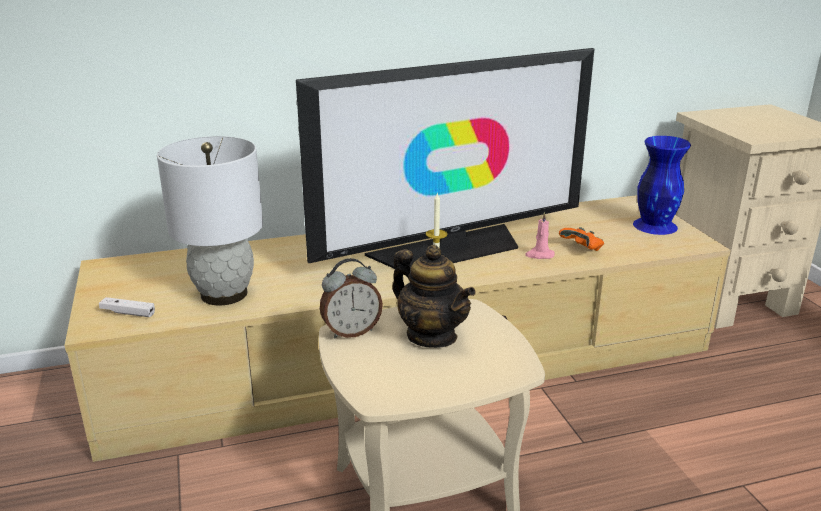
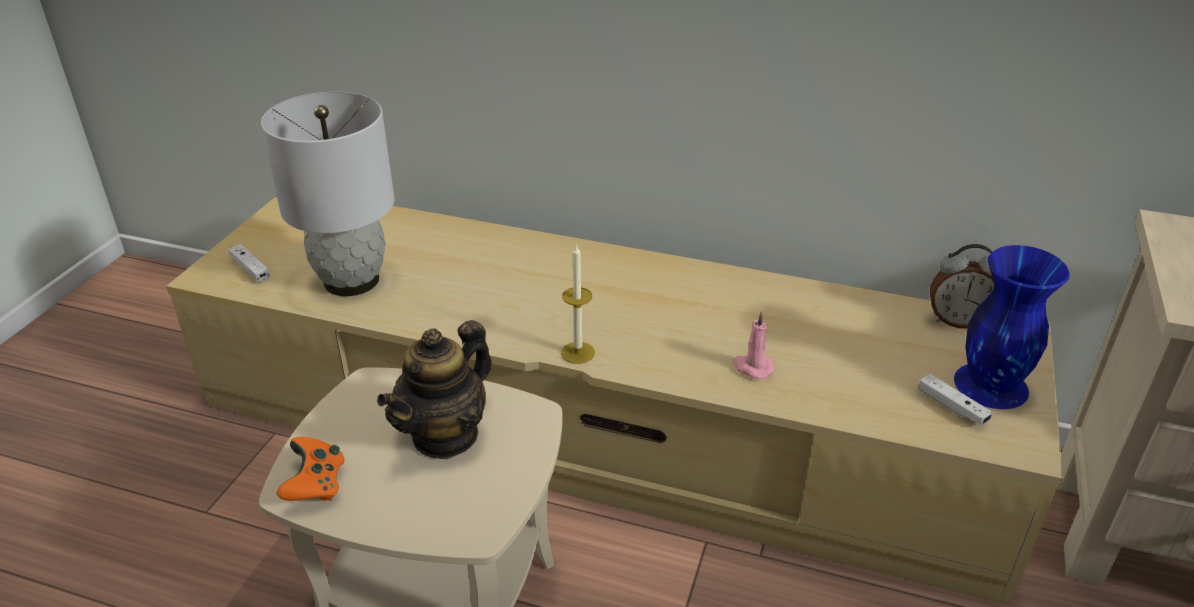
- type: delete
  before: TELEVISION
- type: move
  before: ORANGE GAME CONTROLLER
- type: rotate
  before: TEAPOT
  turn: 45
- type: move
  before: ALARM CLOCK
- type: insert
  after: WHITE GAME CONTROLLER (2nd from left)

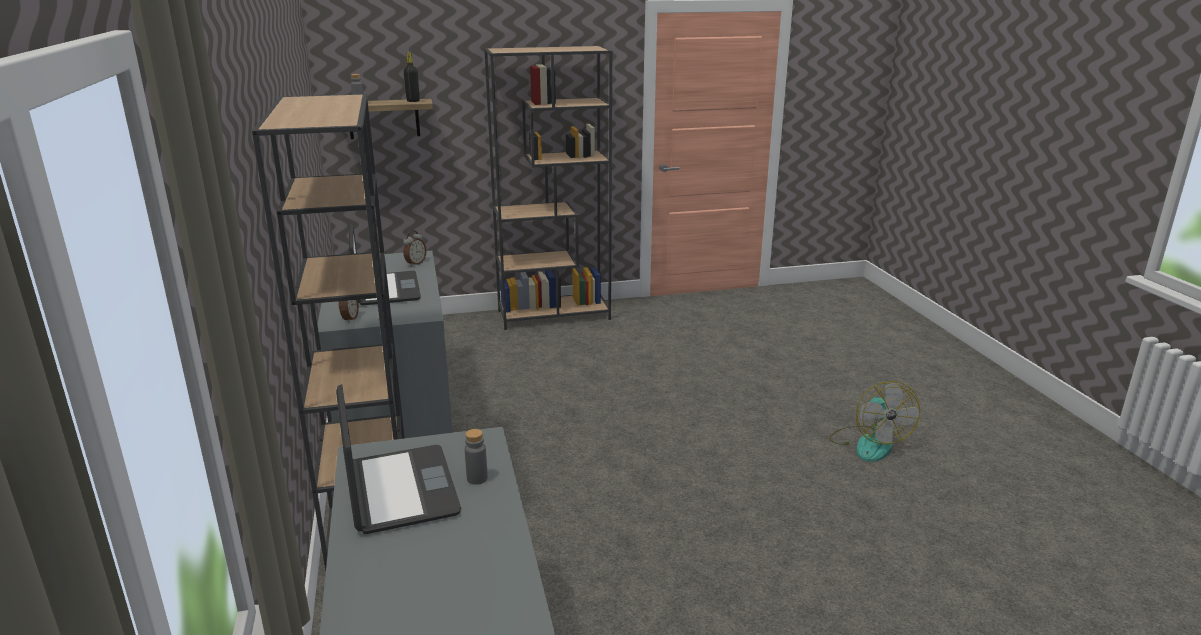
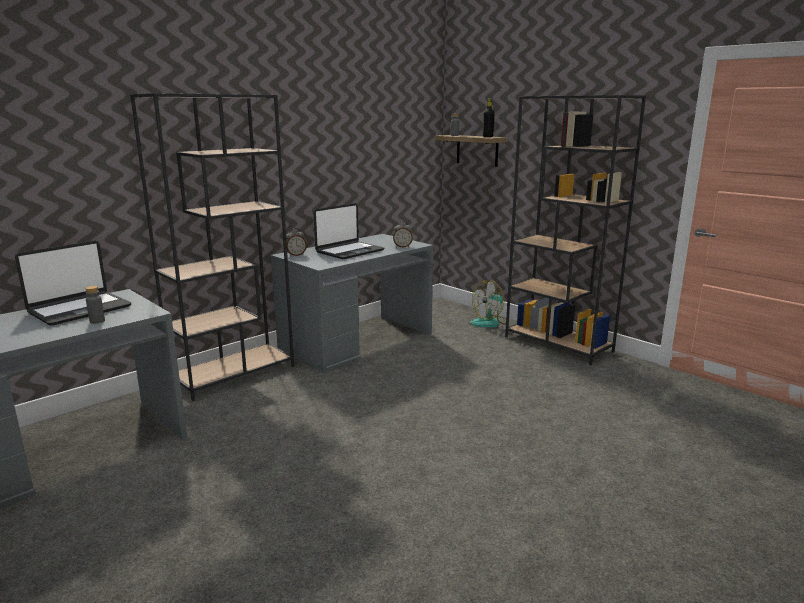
- type: move
  before: FAN

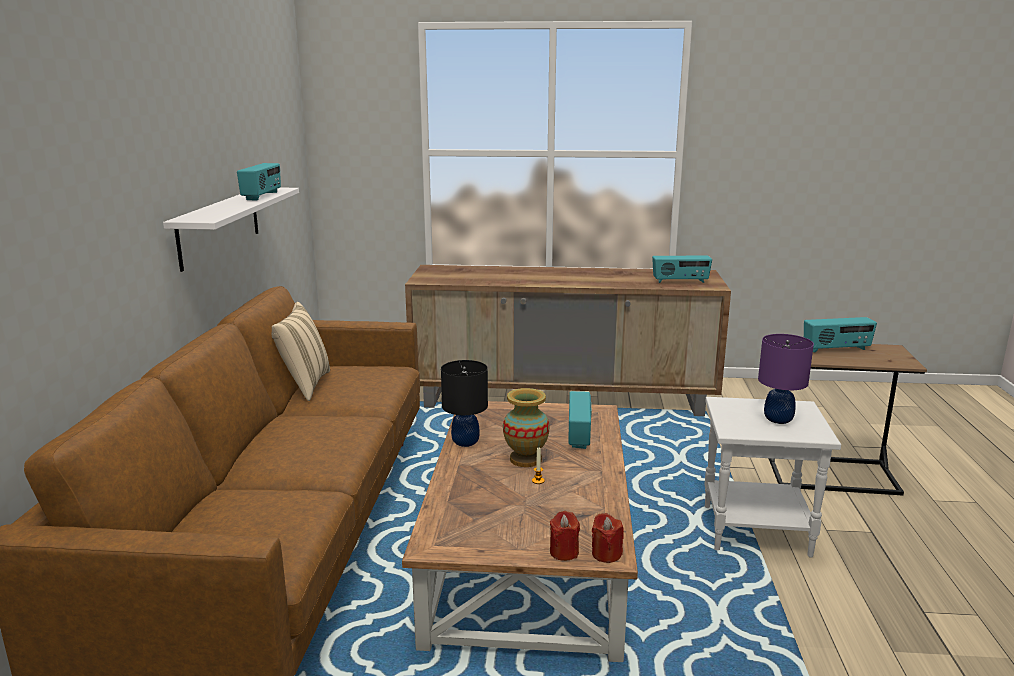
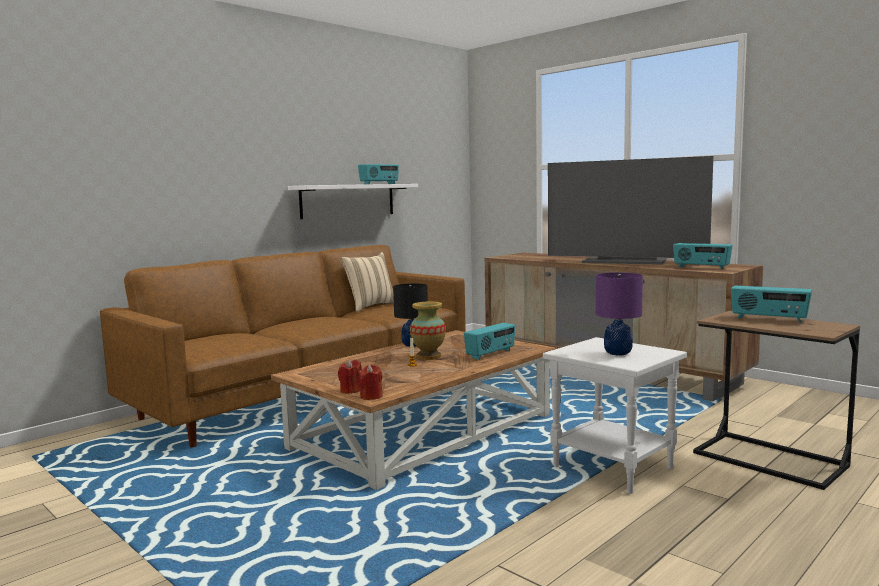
- type: insert
  after: TELEVISION

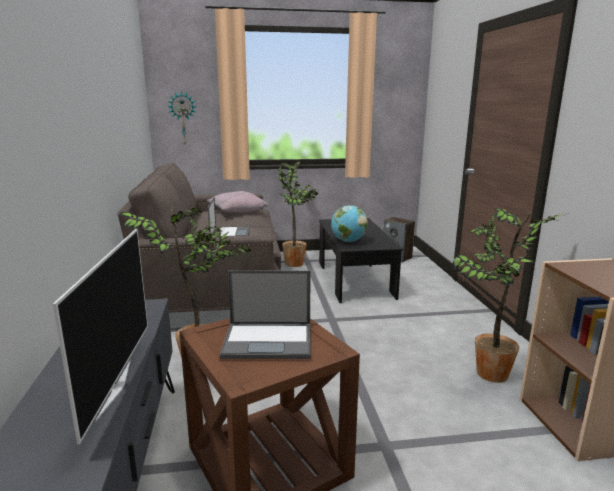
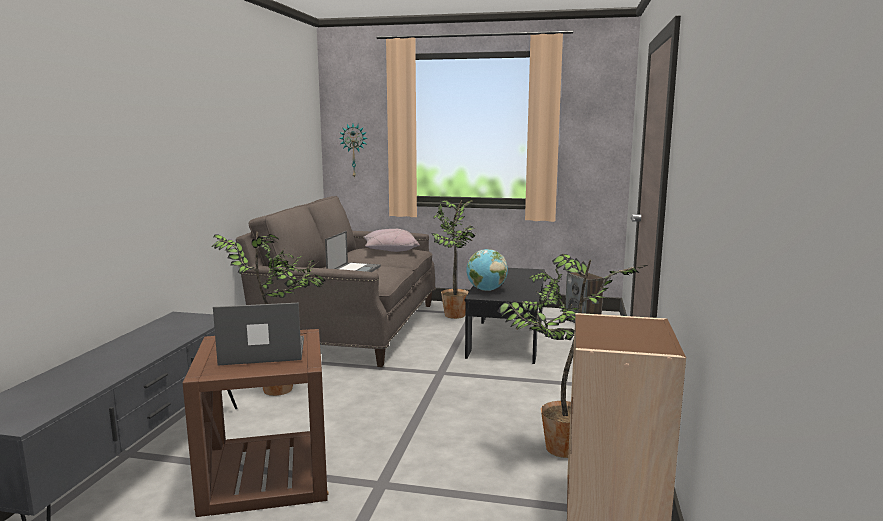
- type: delete
  before: TELEVISION
- type: rotate
  before: LAPTOP (2nd from left in the first image)
  turn: 150

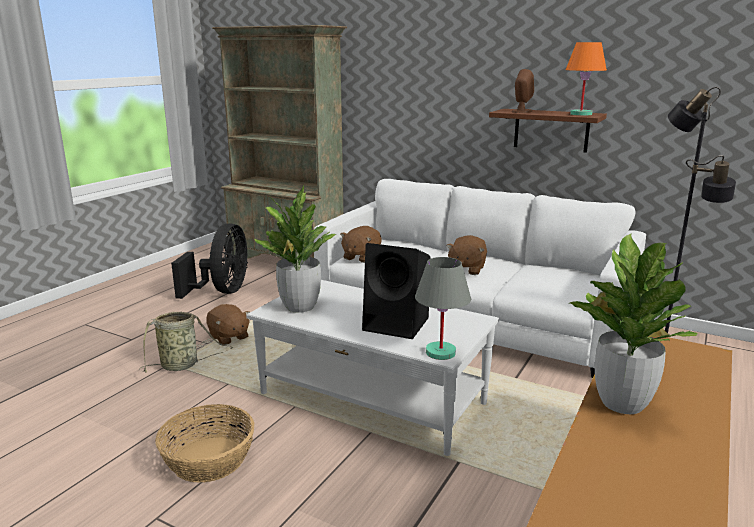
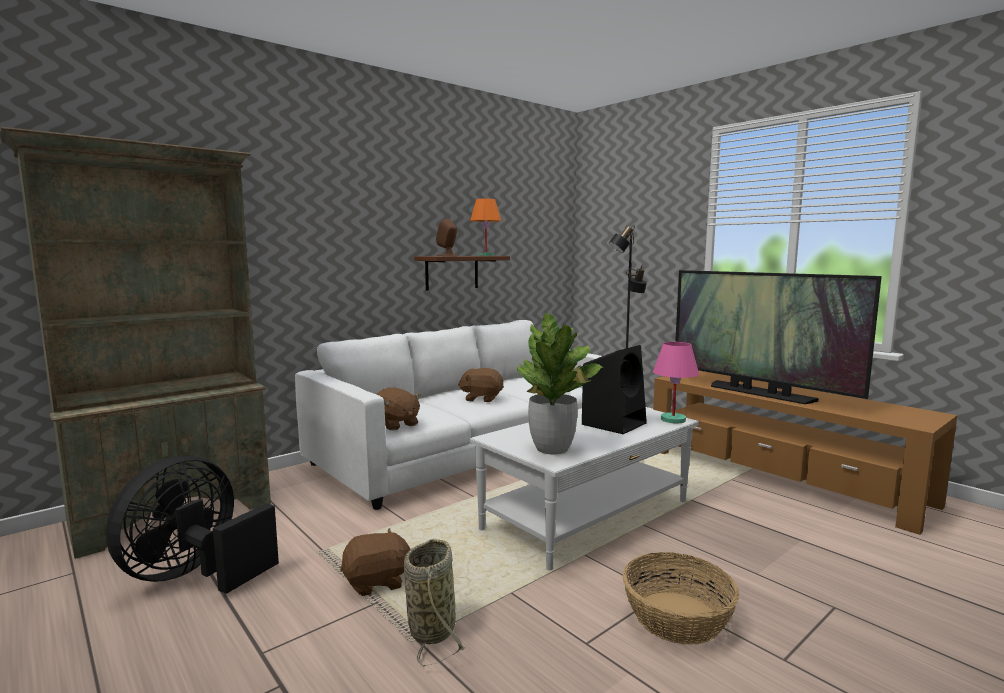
- type: rotate
  before: BLACK FAN
  turn: -90
- type: replace
  before: POTTED PLANT (2nd from left)
  after: TELEVISION
- type: rotate
  before: BROWN PLUSH TOY (3rd from left)
  turn: 150
- type: recolor
  before: GREY TABLE LAMP
  after: PINK TABLE LAMP

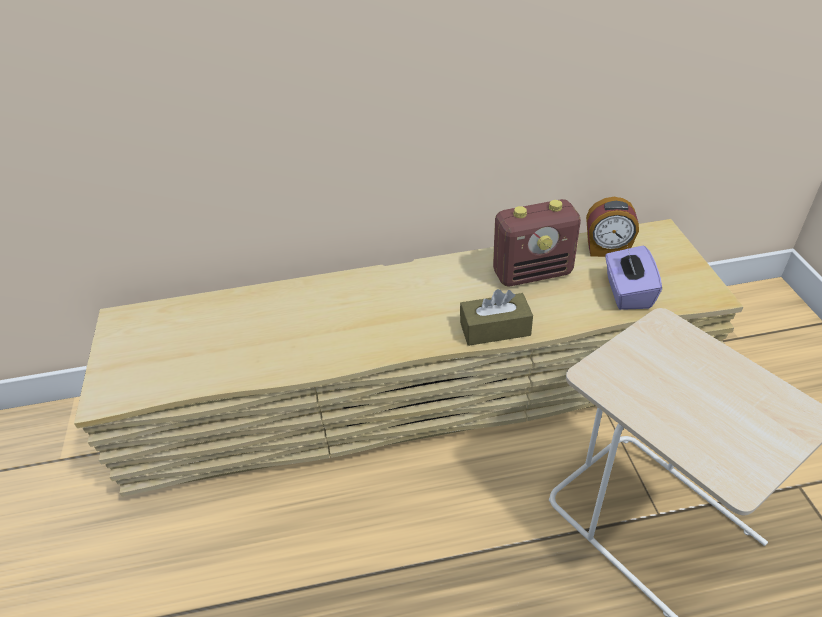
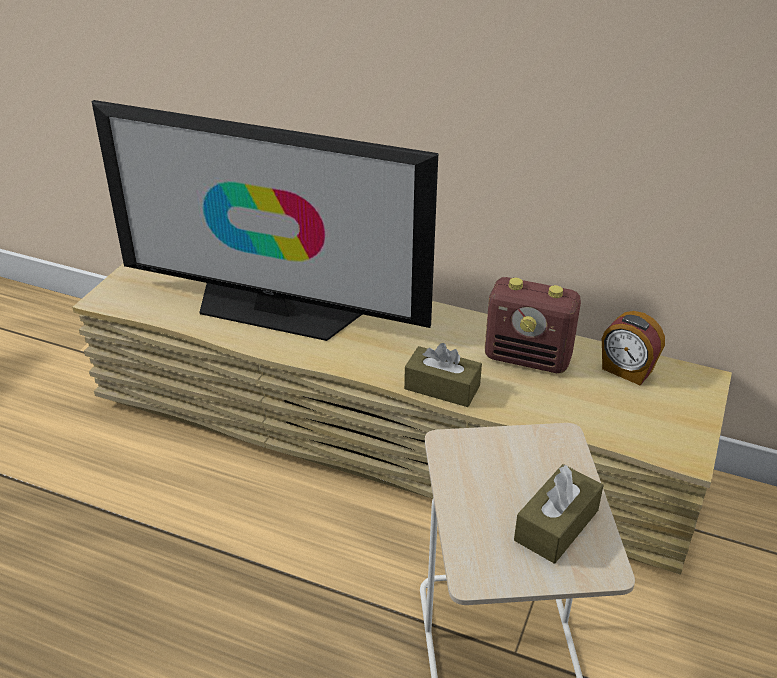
- type: delete
  before: PURPLE TISSUE BOX
- type: insert
  after: TELEVISION
- type: insert
  after: BROWN TISSUE BOX (2nd from left)

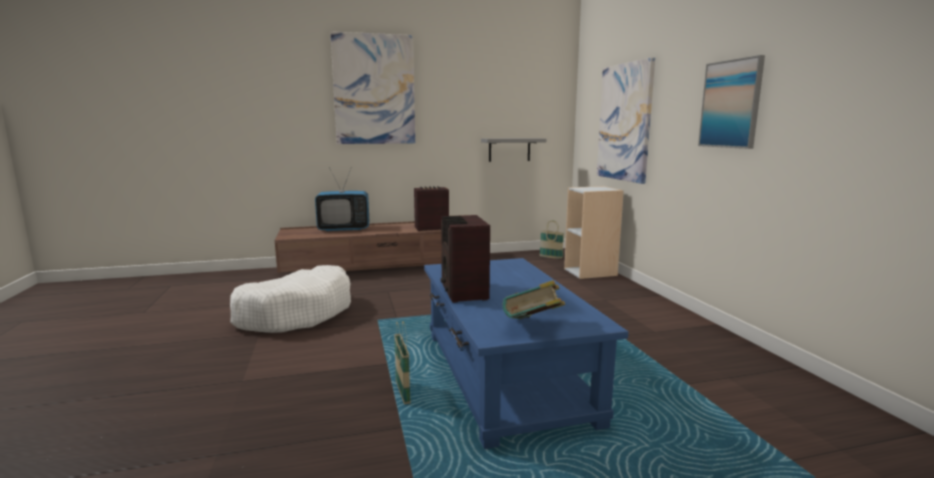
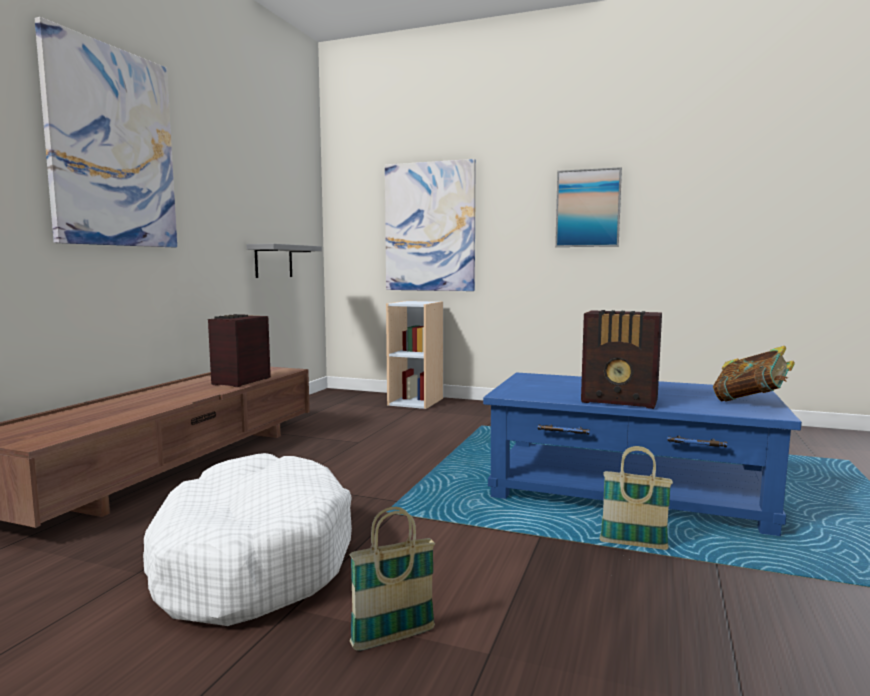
- type: delete
  before: TELEVISION
- type: move
  before: BASKET (2nd from left in the first image)
  after: BASKET (1st from left)

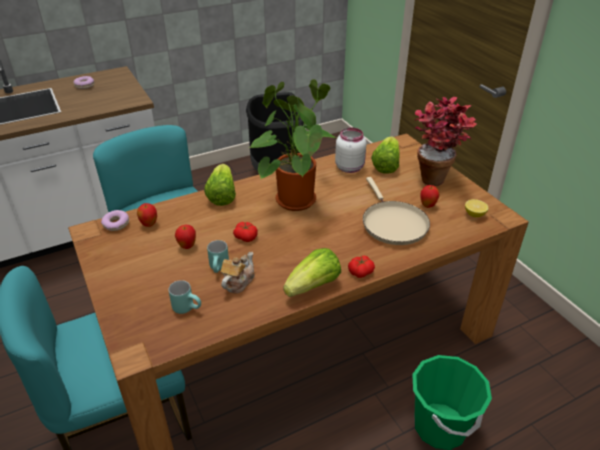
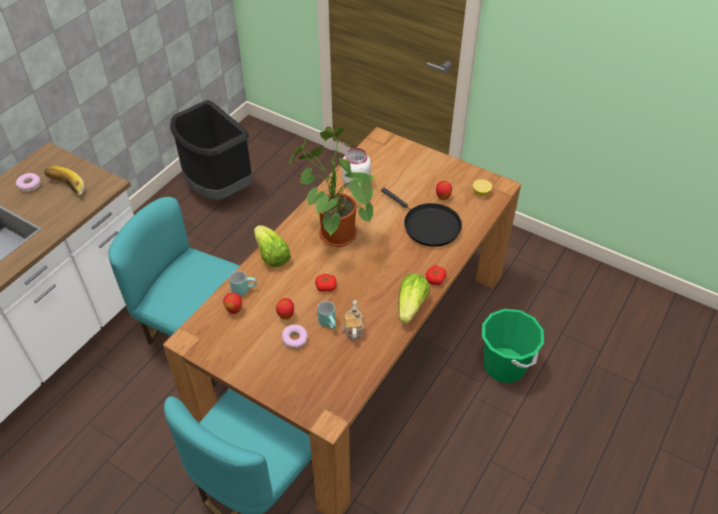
- type: delete
  before: POTTED PLANT (2nd from left)
- type: delete
  before: LETTUCE (3rd from left)
- type: recolor
  before: BEIGE FRYING PAN
  after: BLACK FRYING PAN
- type: move
  before: DONUT (2nd from left)
- type: move
  before: TURQUOISE MUG (1st from left)
- type: insert
  after: BANANA

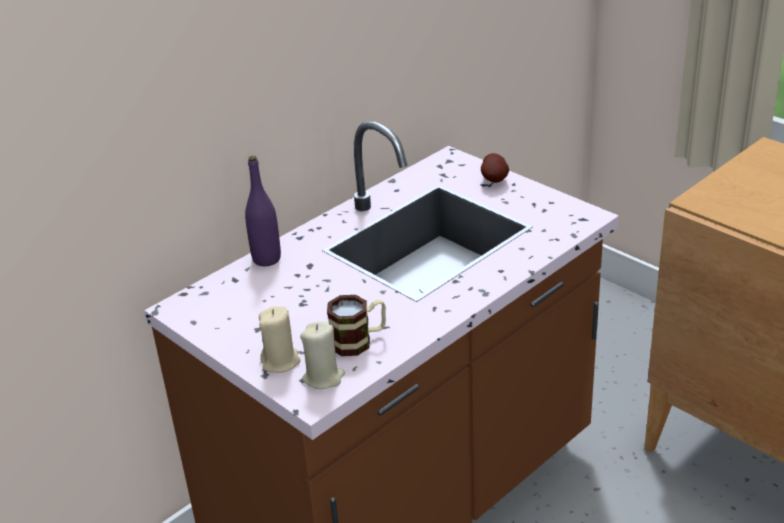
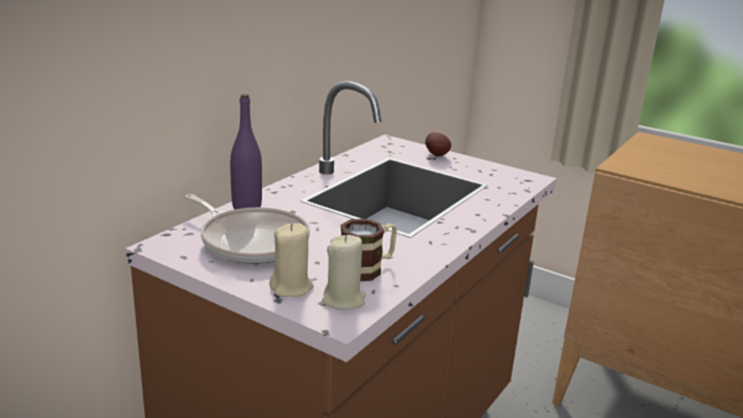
- type: insert
  after: FRYING PAN

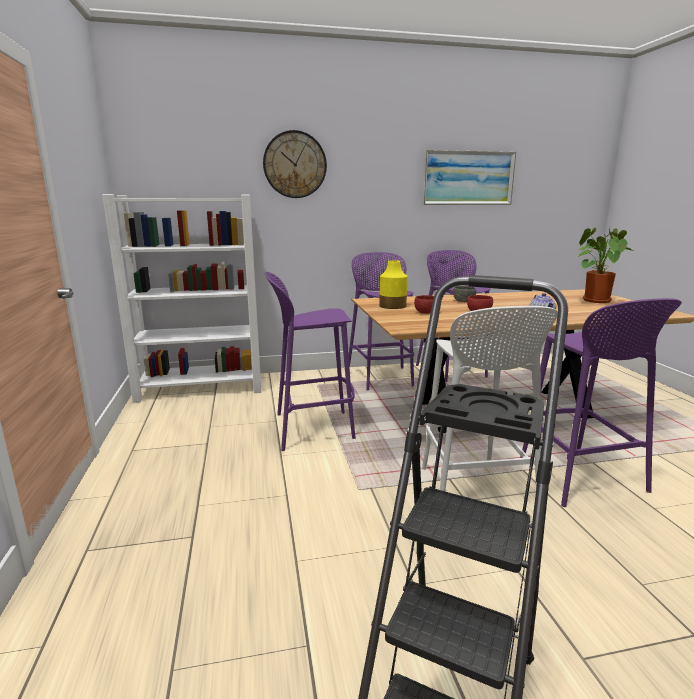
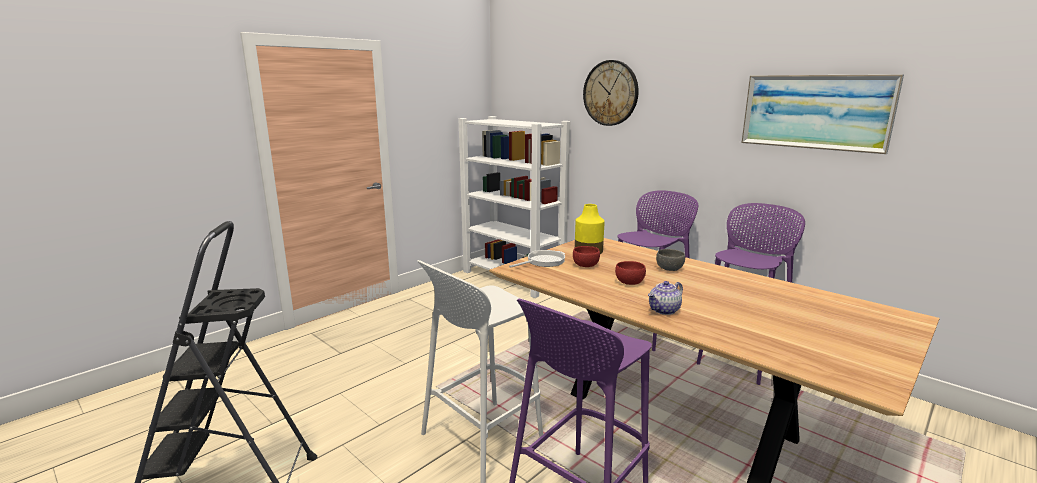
- type: delete
  before: POTTED PLANT
- type: delete
  before: PURPLE STOOL (1st from left)
- type: insert
  after: FRYING PAN

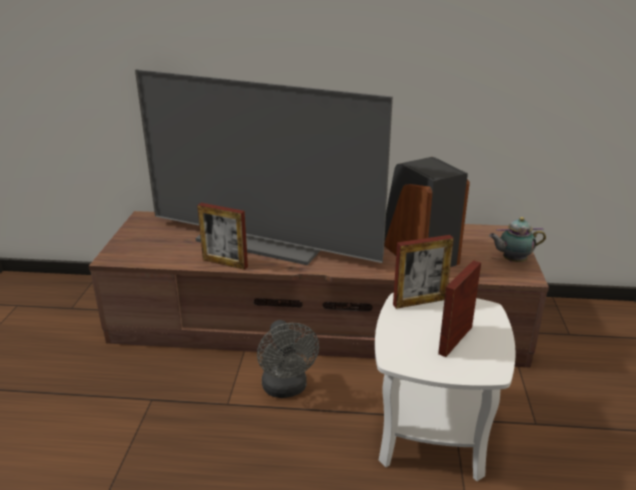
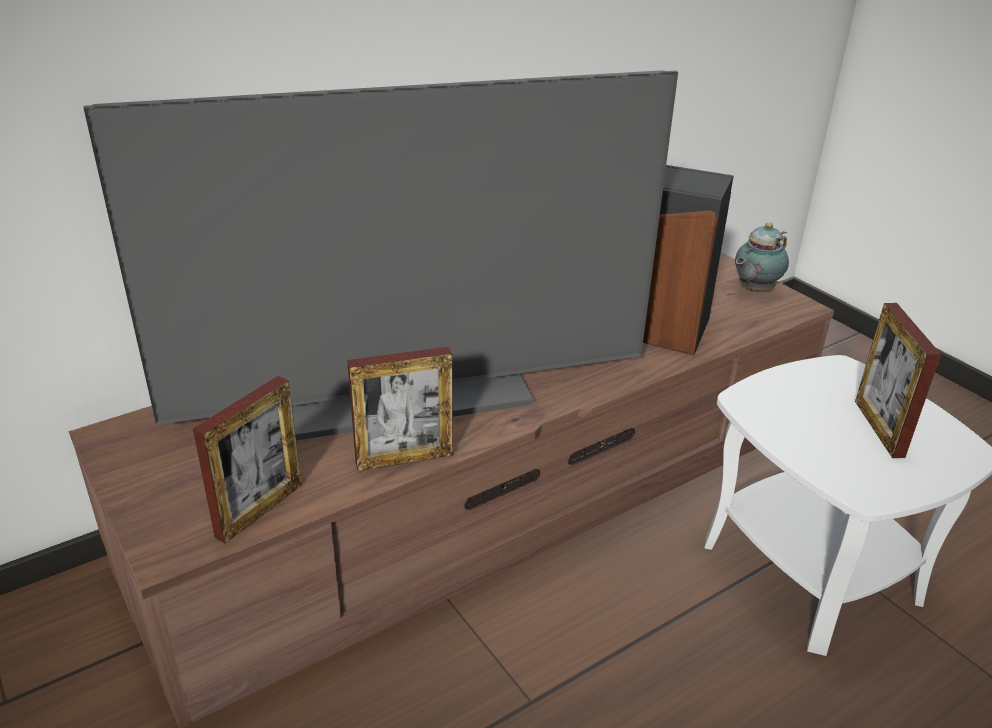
- type: move
  before: PICTURE FRAME (2nd from left in the first image)
  after: PICTURE FRAME (1st from left)
- type: delete
  before: GREY FAN

